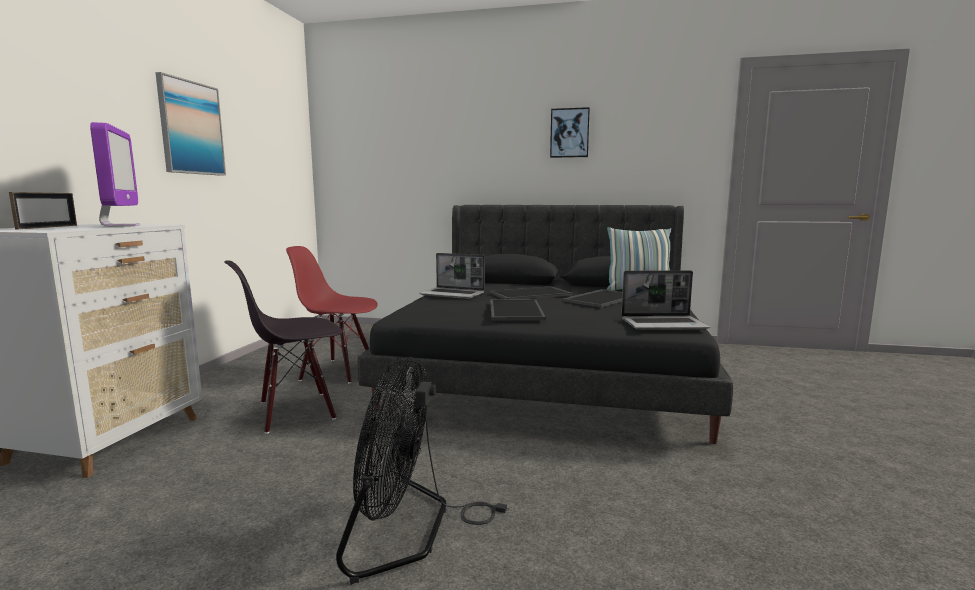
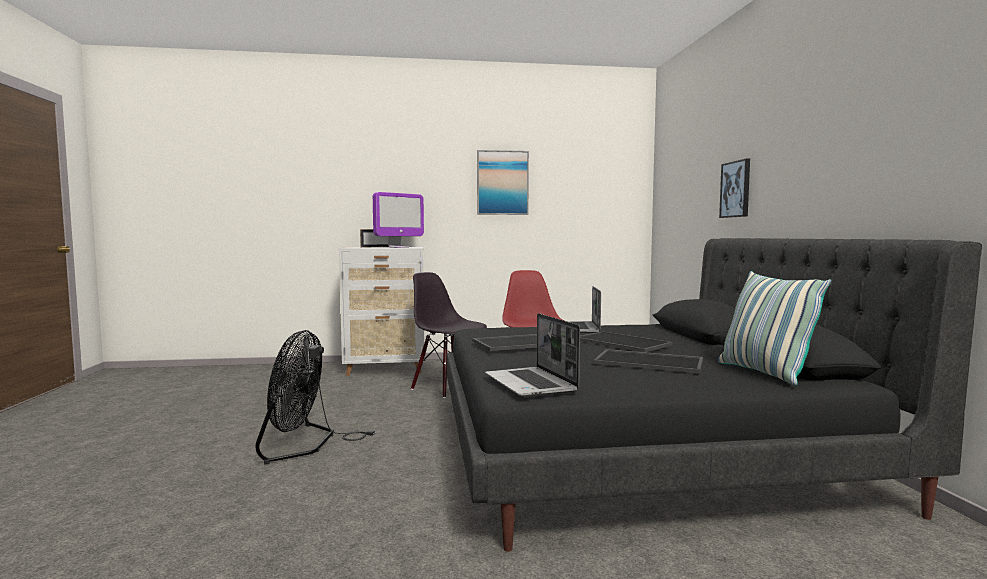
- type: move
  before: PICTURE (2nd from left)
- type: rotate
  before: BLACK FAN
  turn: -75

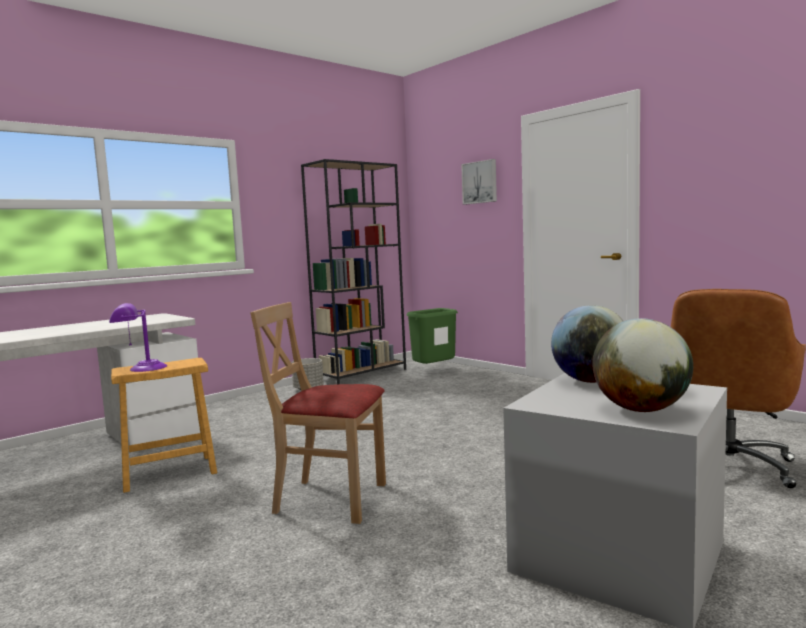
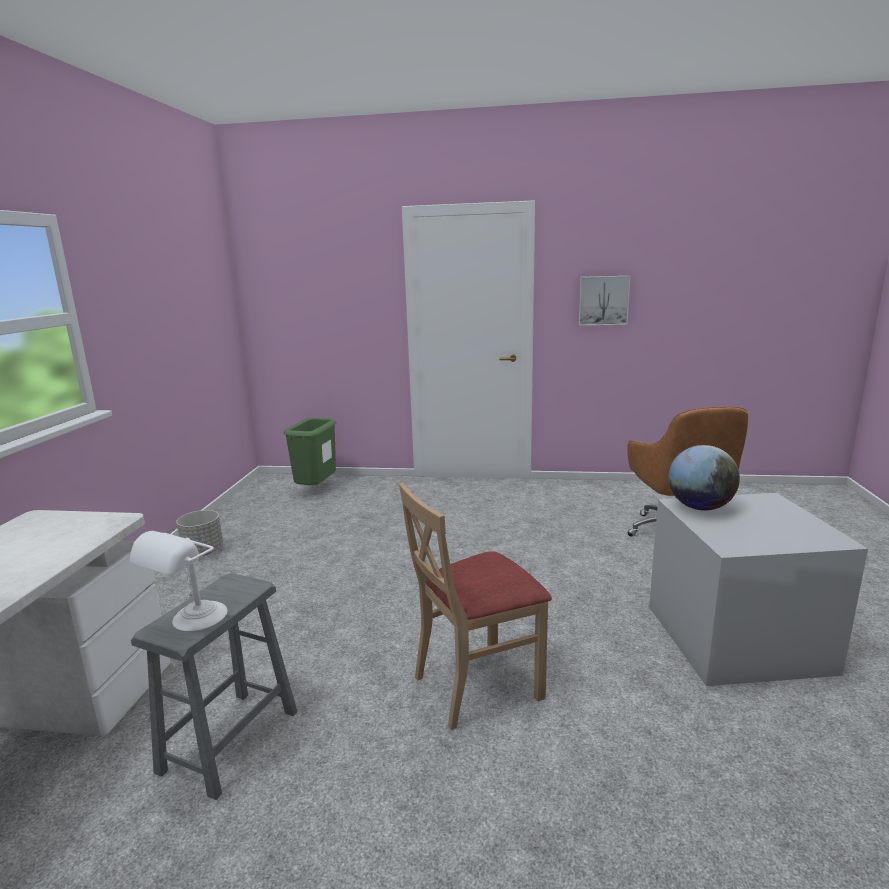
- type: delete
  before: BOOKCASE
- type: move
  before: PICTURE
- type: recolor
  before: PURPLE TABLE LAMP
  after: WHITE TABLE LAMP
- type: delete
  before: GLOBE (2nd from left)
- type: recolor
  before: BROWN STOOL
  after: GREY STOOL

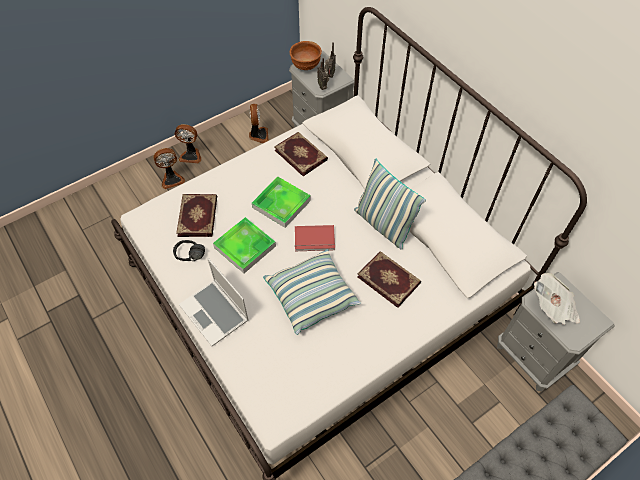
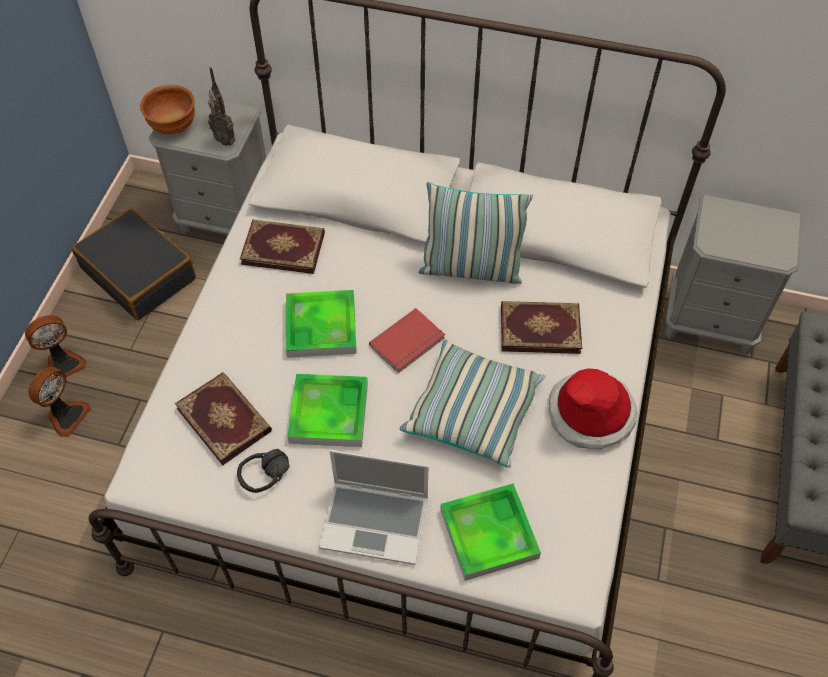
- type: replace
  before: FAN (3rd from left)
  after: BLACK SUITCASE
- type: delete
  before: NEWSPAPER
- type: insert
  after: HAT
- type: insert
  after: TRAY (3rd from left)

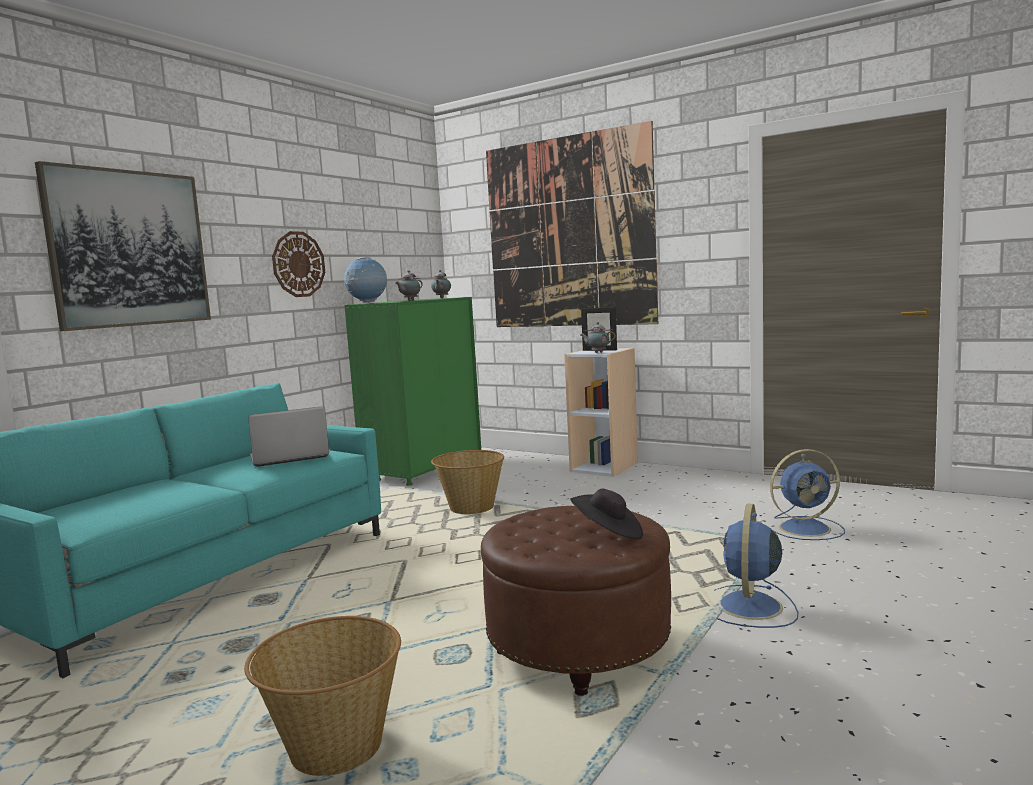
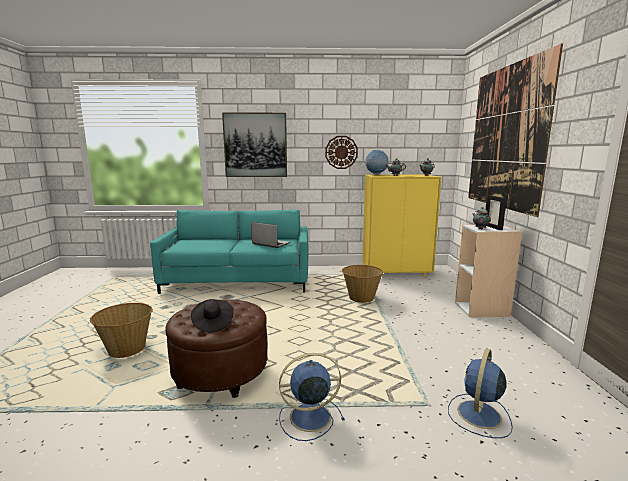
- type: recolor
  before: GREEN CABINET
  after: YELLOW CABINET
- type: rotate
  before: BLUE FAN (2nd from left)
  turn: 75

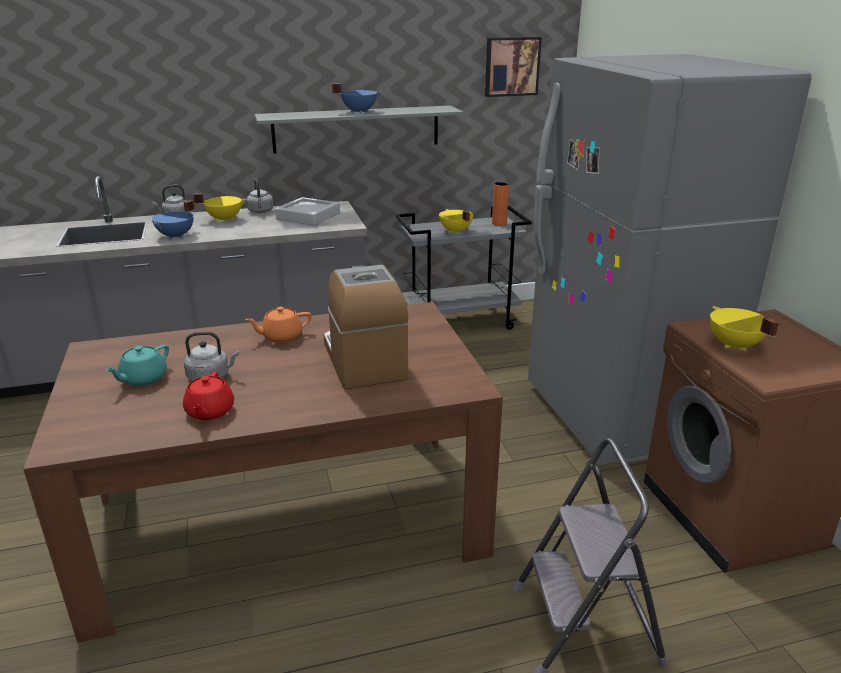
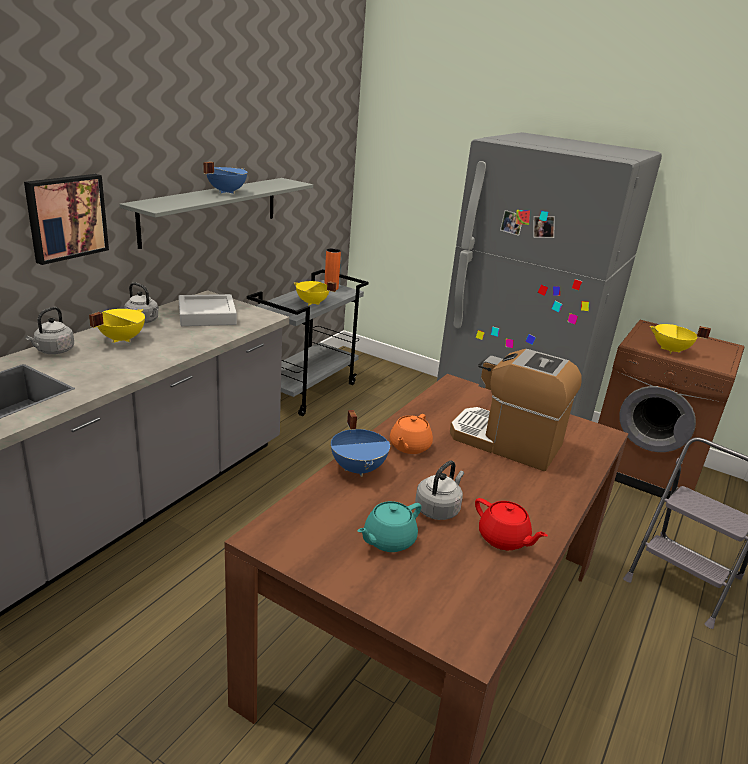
- type: move
  before: PICTURE
- type: move
  before: BLUE COOKING POT (1st from left in the first image)
  after: BLUE COOKING POT (2nd from left)
- type: rotate
  before: TURQUOISE TEAPOT
  turn: 60

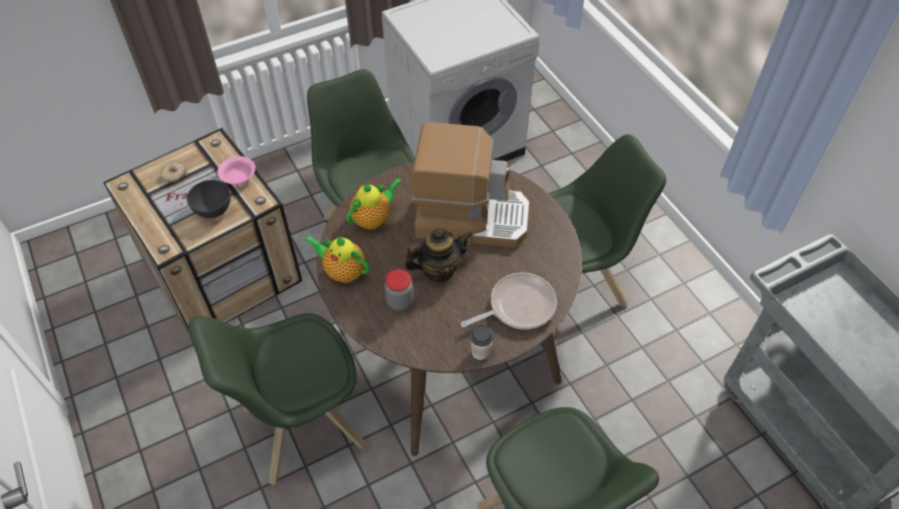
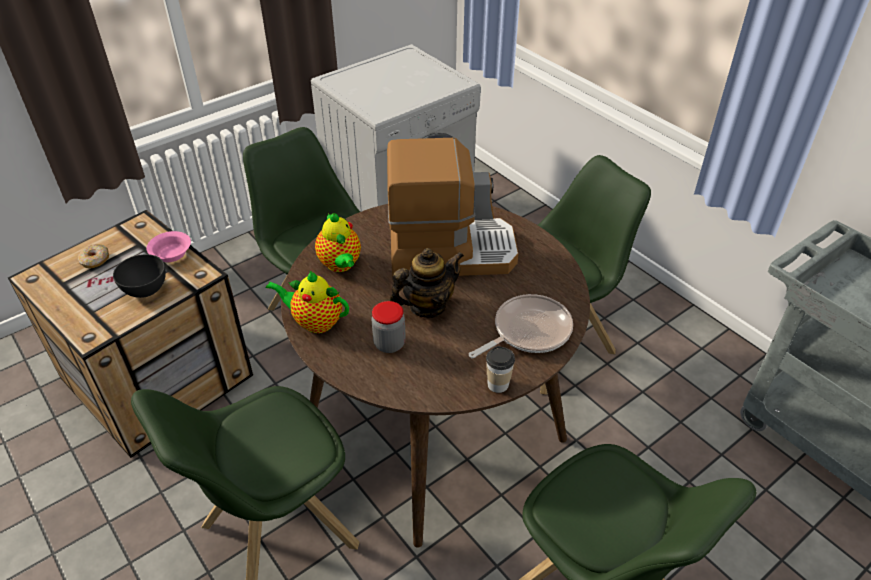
- type: rotate
  before: TEAPOT (2nd from left)
  turn: 120

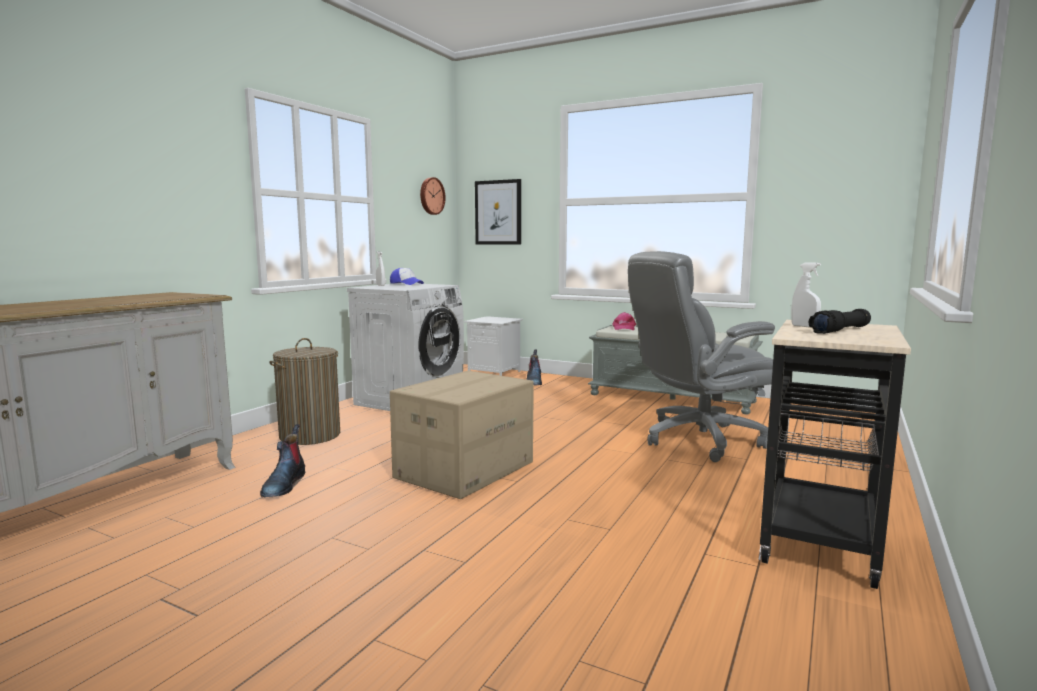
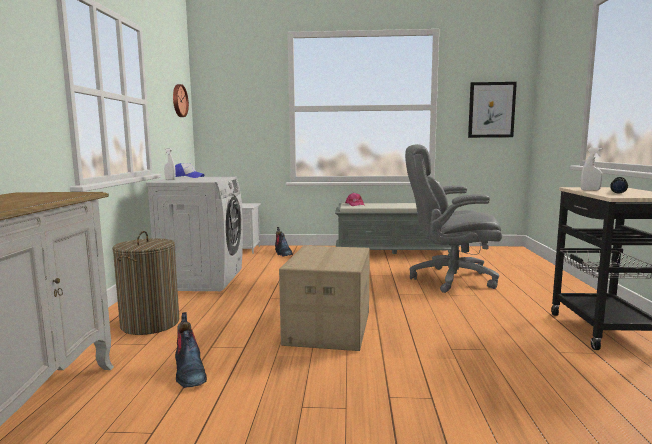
- type: move
  before: PICTURE
- type: rotate
  before: GREY OFFICE CHAIR
  turn: 45

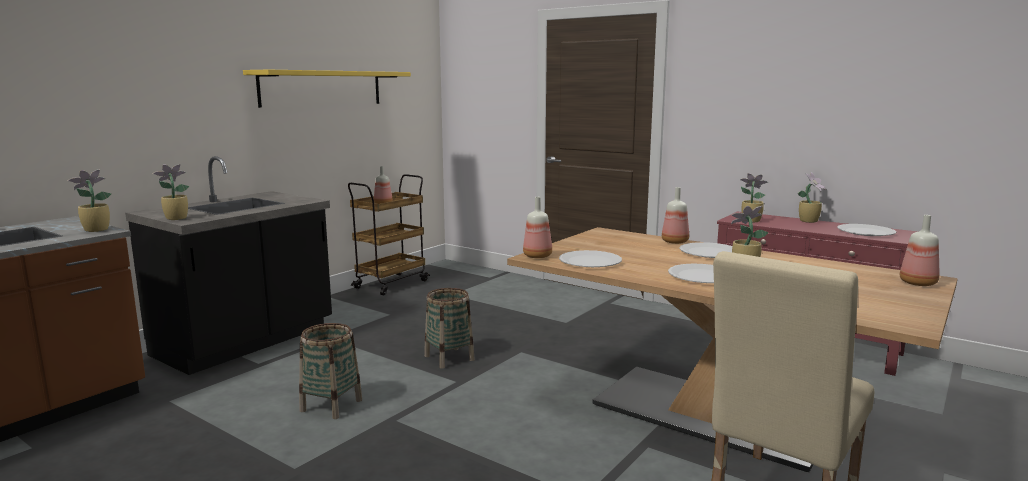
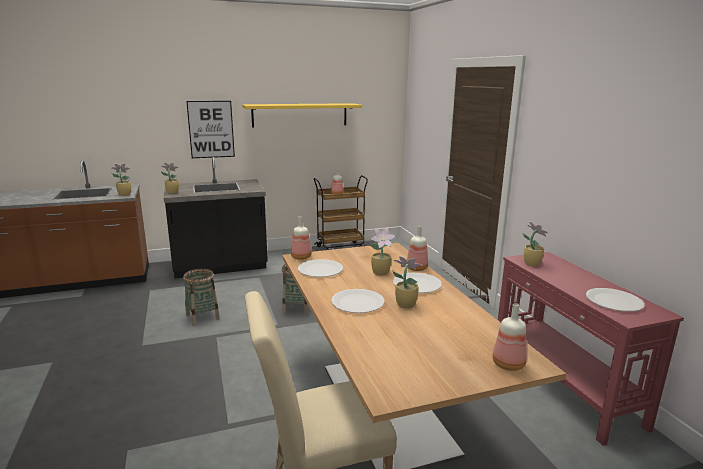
- type: move
  before: POTTED PLANT (5th from left in the first image)
  after: POTTED PLANT (3rd from left)
- type: insert
  after: PICTURE

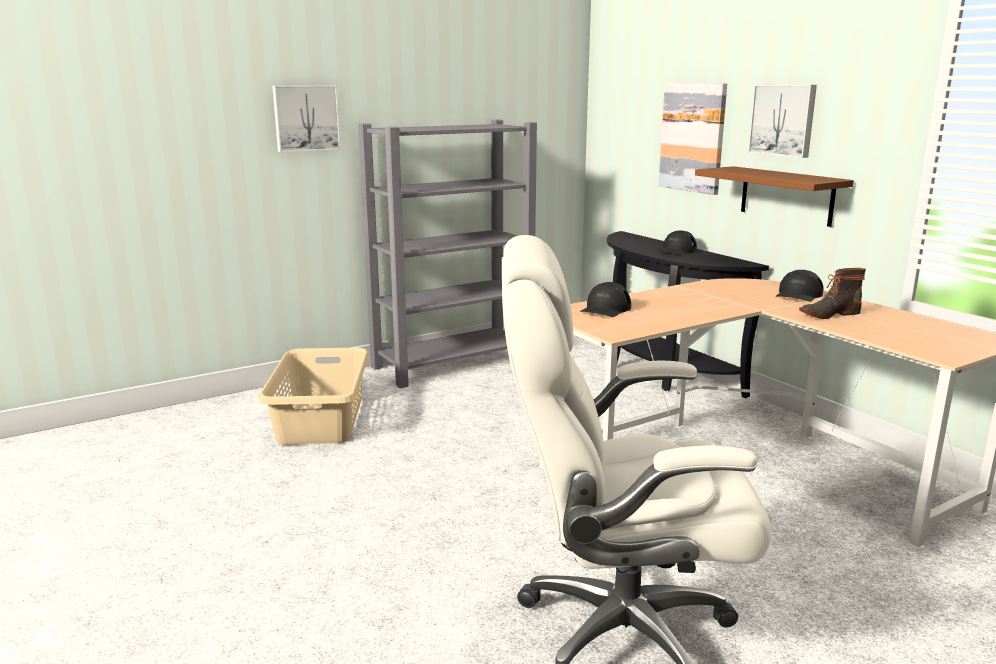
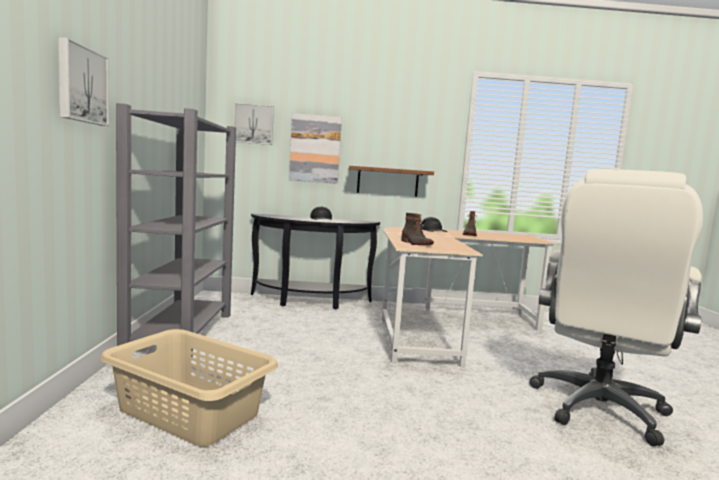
- type: move
  before: PICTURE (3rd from left in the first image)
  after: PICTURE (2nd from left)
- type: replace
  before: BLACK CAP (1st from left)
  after: BOOT (1st from left)

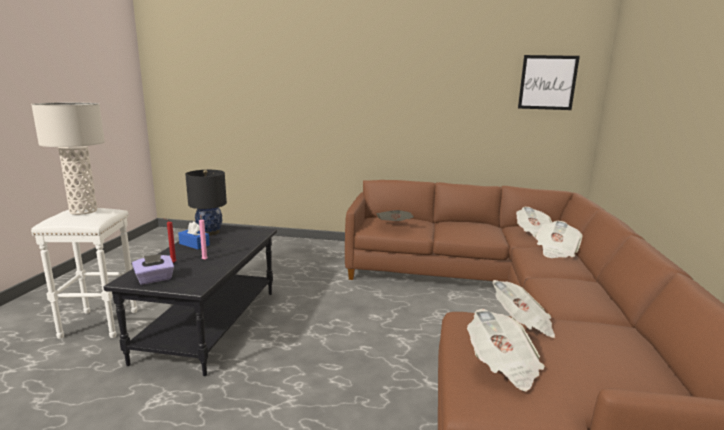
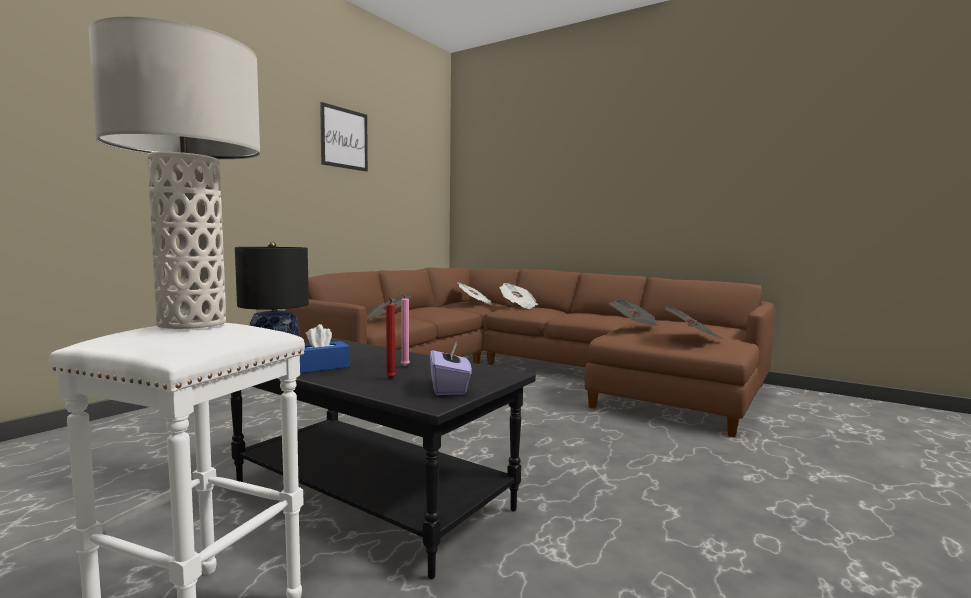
- type: move
  before: PICTURE

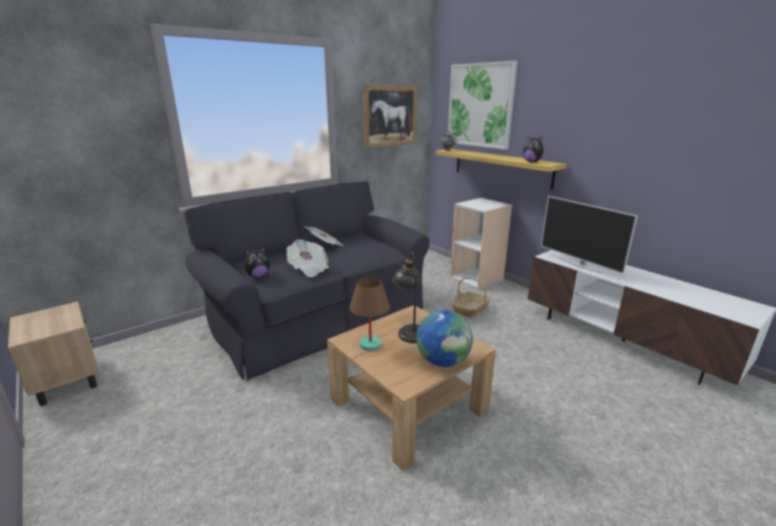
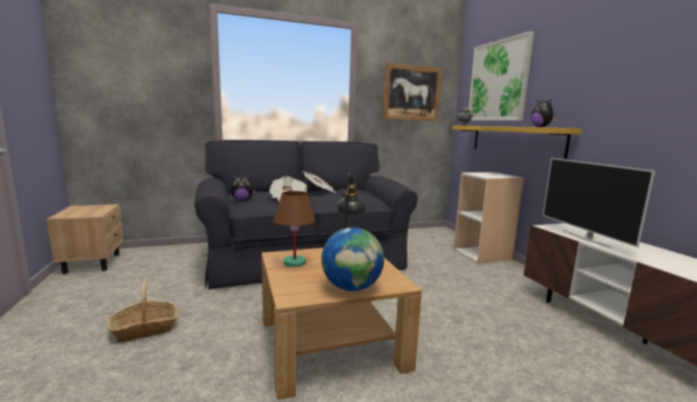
- type: move
  before: BASKET

